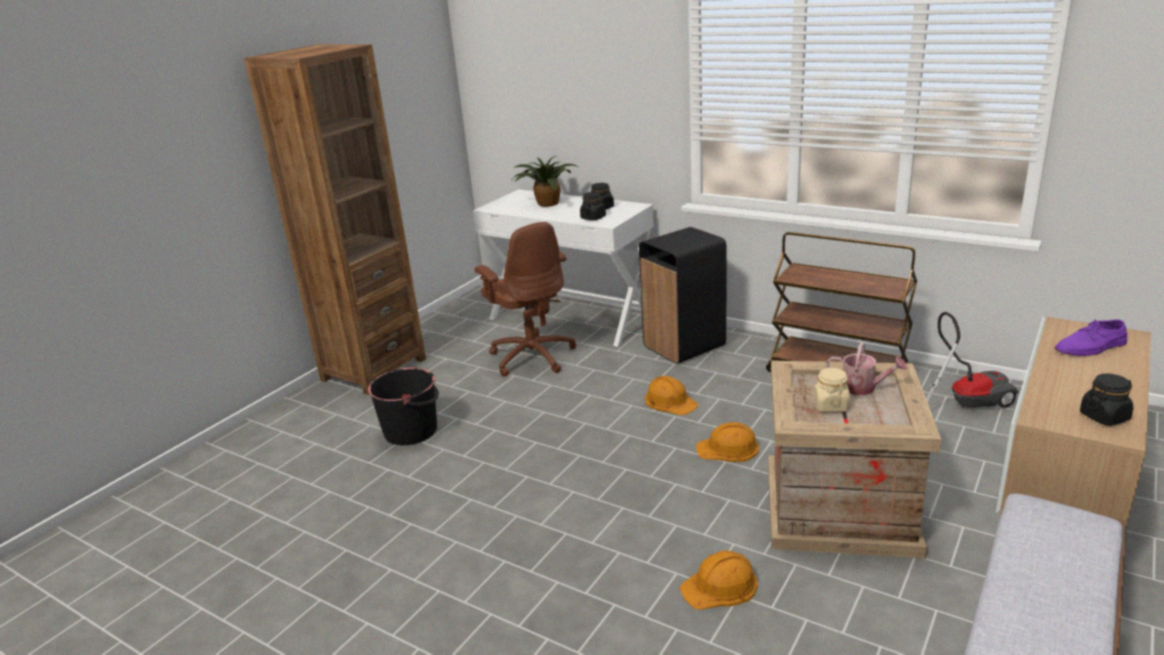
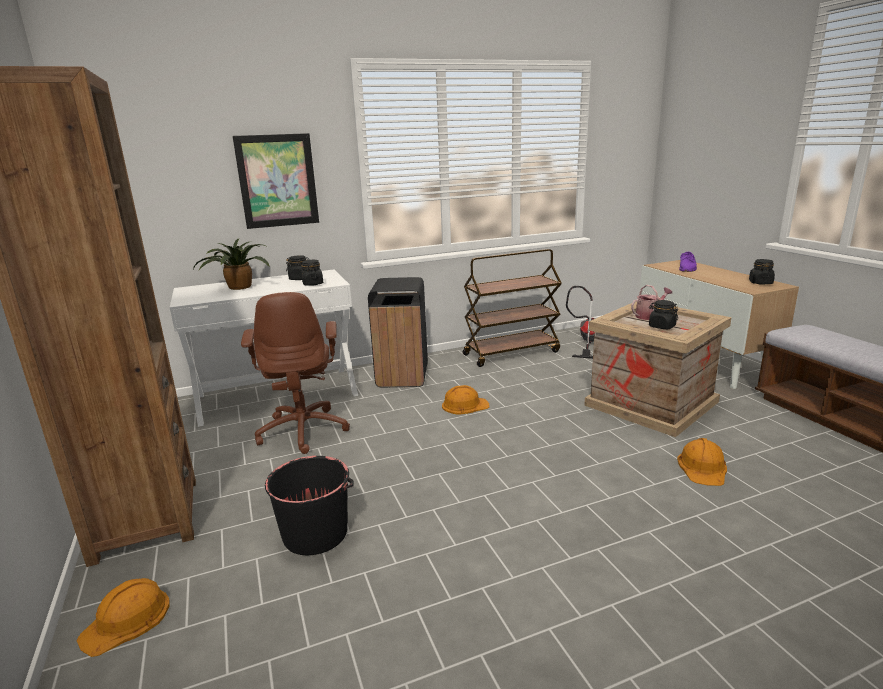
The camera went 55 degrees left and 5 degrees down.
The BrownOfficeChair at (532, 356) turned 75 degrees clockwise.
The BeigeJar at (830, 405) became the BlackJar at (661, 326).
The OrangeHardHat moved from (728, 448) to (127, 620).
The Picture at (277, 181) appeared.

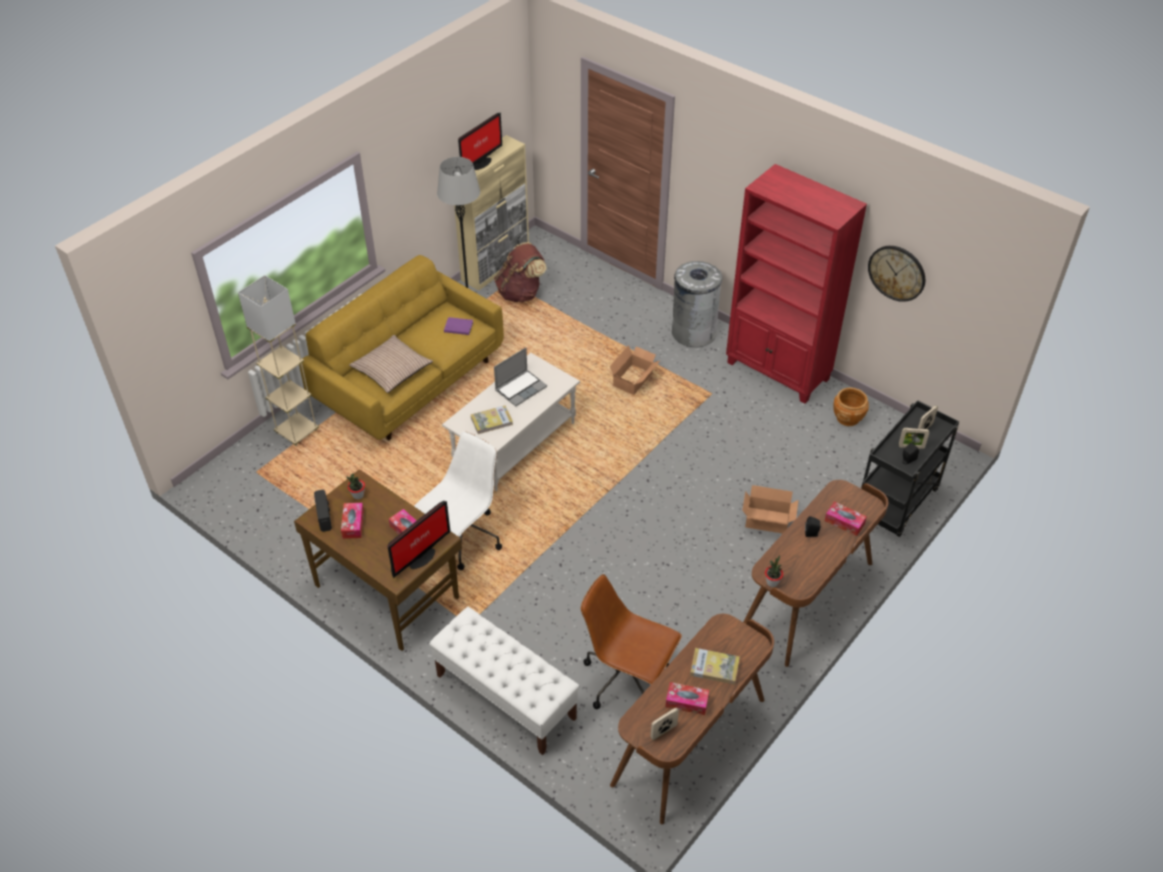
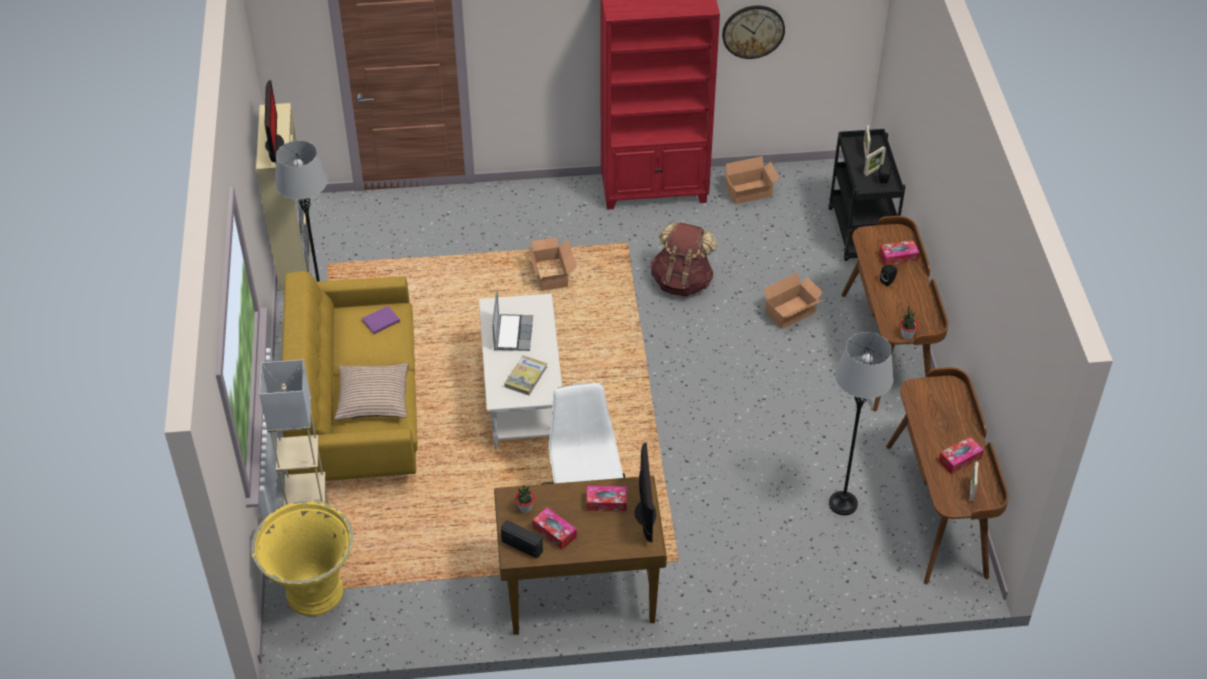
The camera went 45 degrees left and 0 degrees up.
The BrownBackpack moved from (521, 293) to (682, 282).
The GreyTrashCan at (693, 332) disappeared.
The BrownPlanter at (848, 418) was replaced by the CardboardBox at (750, 192).
The BrownOfficeChair at (627, 680) was replaced by the GreyFloorLamp at (843, 504).
The WhiteBench at (505, 696) disappeared.
The Book at (714, 667) disappeared.
The YellowPlanter at (313, 593) appeared.

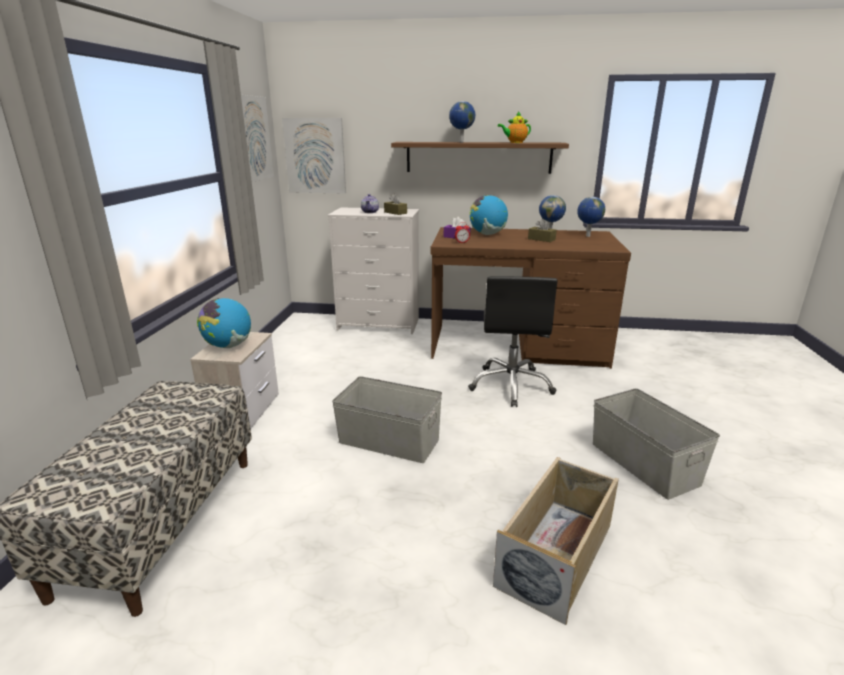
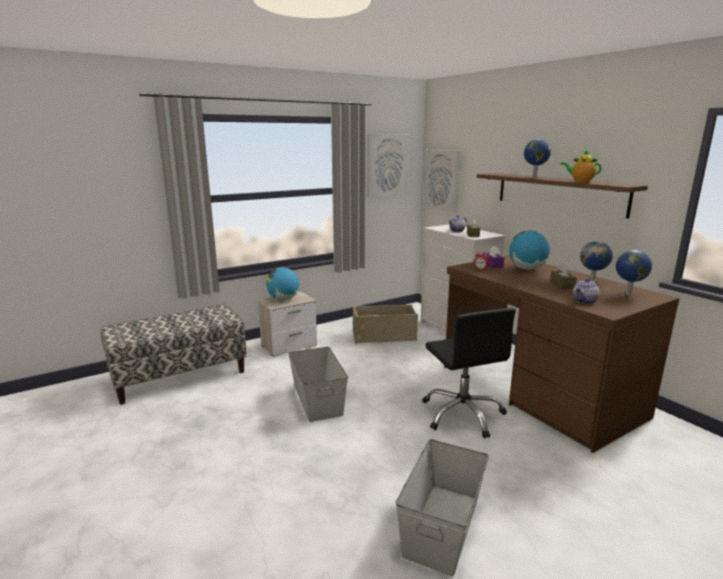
The camera went 50 degrees right and 5 degrees down.
The BlackOfficeChair at (511, 385) turned 75 degrees counterclockwise.
The BeigeStorageBox moved from (556, 554) to (384, 336).
The Teapot at (584, 301) appeared.

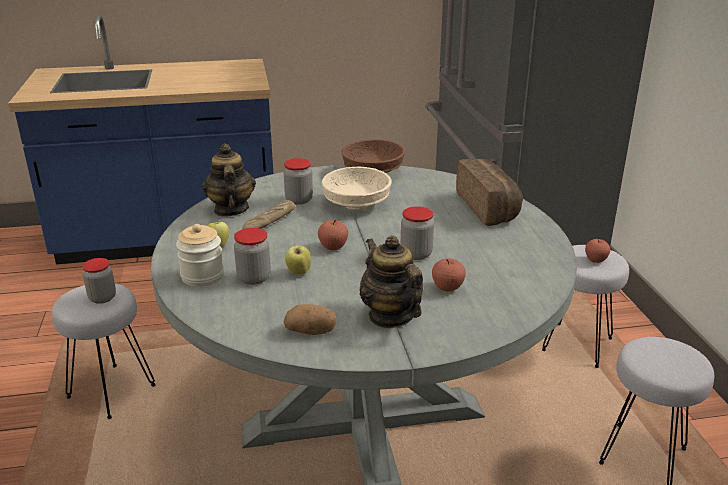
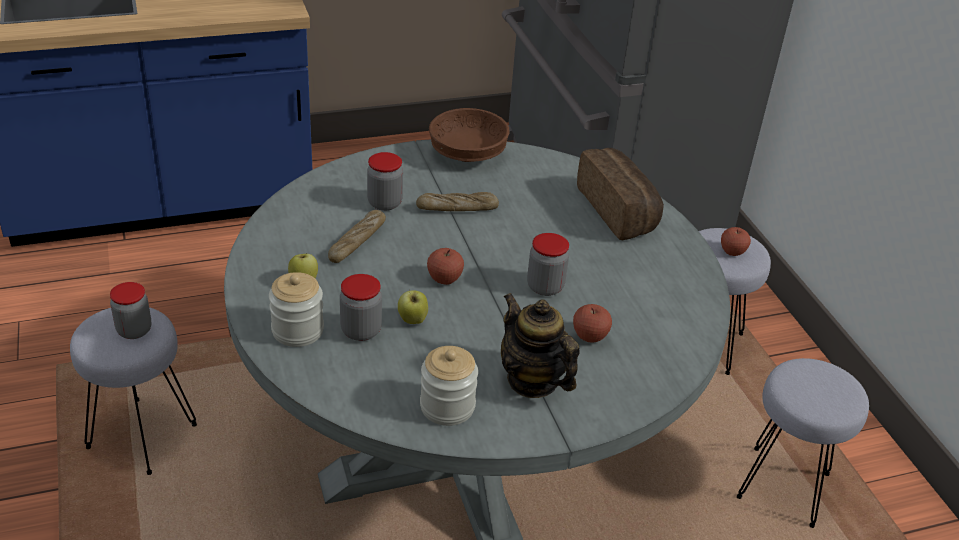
The camera went 10 degrees left and 10 degrees up.
The Teapot at (230, 209) disappeared.
The BeigeBowl at (356, 204) was replaced by the Bread at (457, 208).
The Potato at (311, 331) was replaced by the Jar at (447, 406).

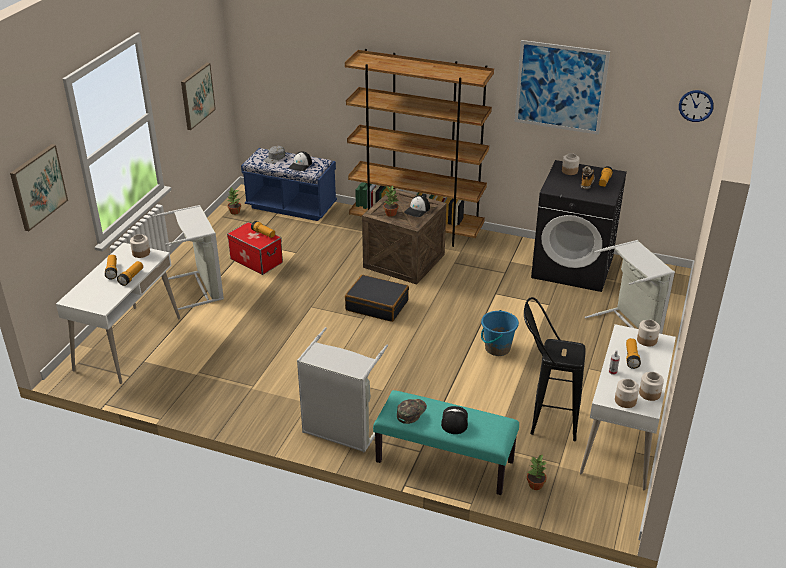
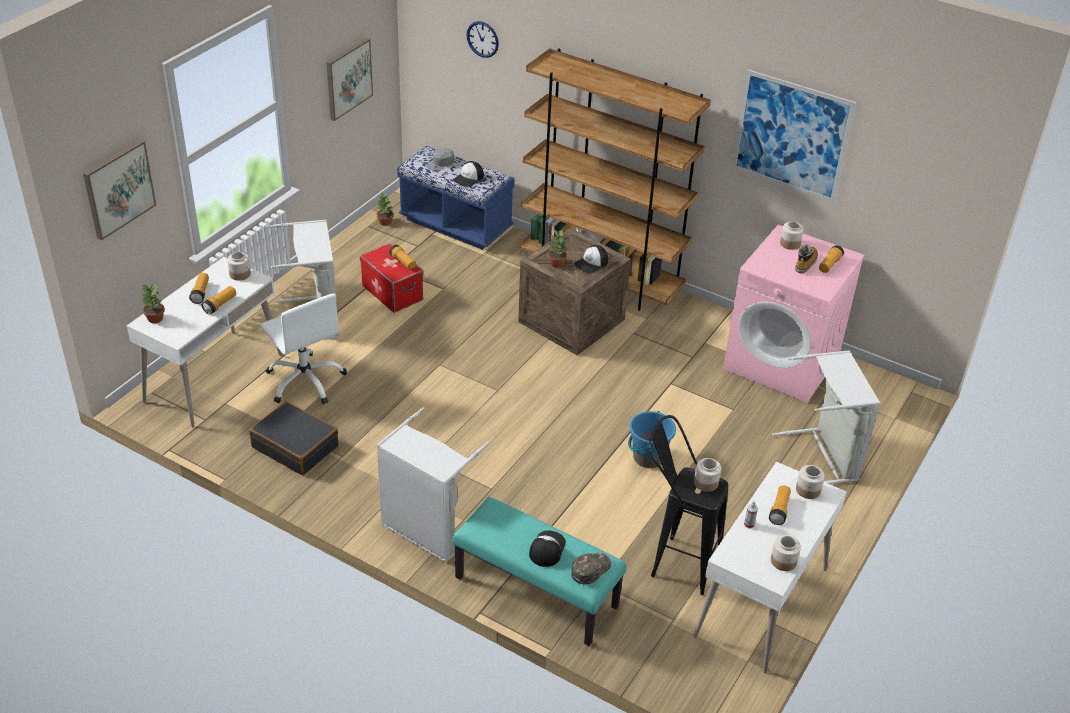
The camera went 10 degrees right and 5 degrees up.
The WallClock moved from (696, 106) to (482, 39).
The BlackWashingMachine at (573, 267) became the PinkWashingMachine at (782, 363).
The BlackSuitcase moved from (377, 305) to (295, 446).
The Jar moved from (625, 401) to (706, 483).
The GreenCap moved from (411, 412) to (590, 569).
The PottedPlant moved from (535, 485) to (154, 318).
The WhiteOfficeChair at (305, 380) appeared.

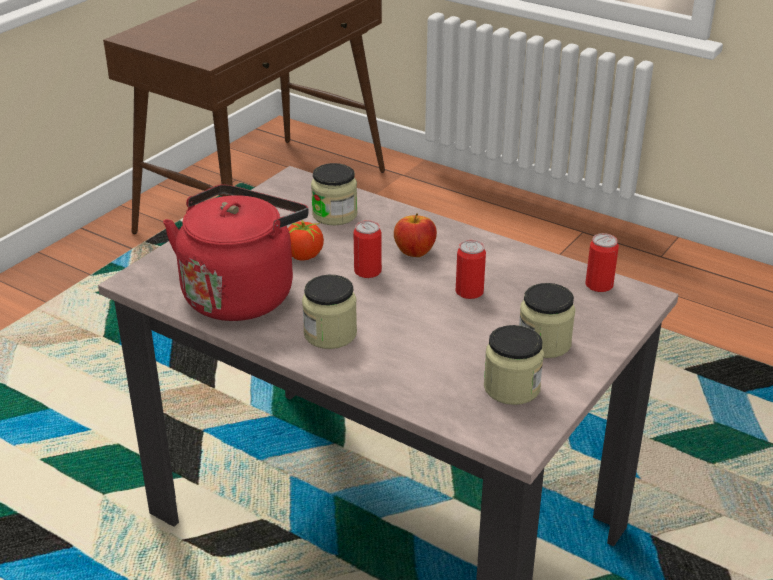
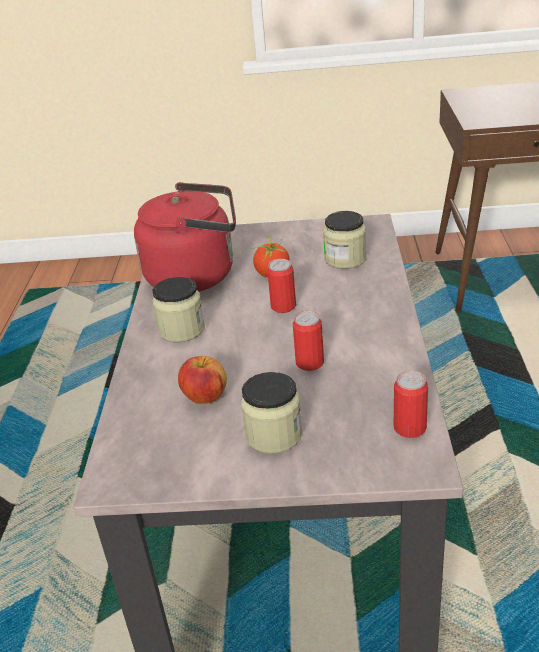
The camera went 60 degrees right and 0 degrees up.
The Apple moved from (414, 252) to (205, 397).
The Jar at (511, 388) disappeared.

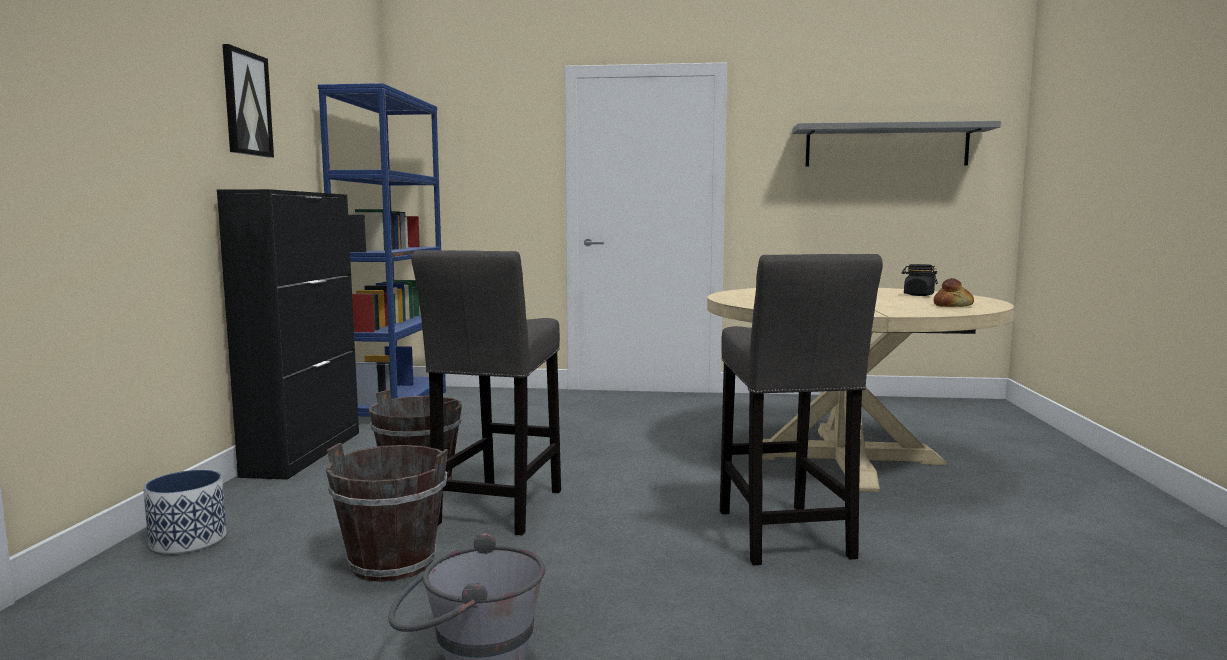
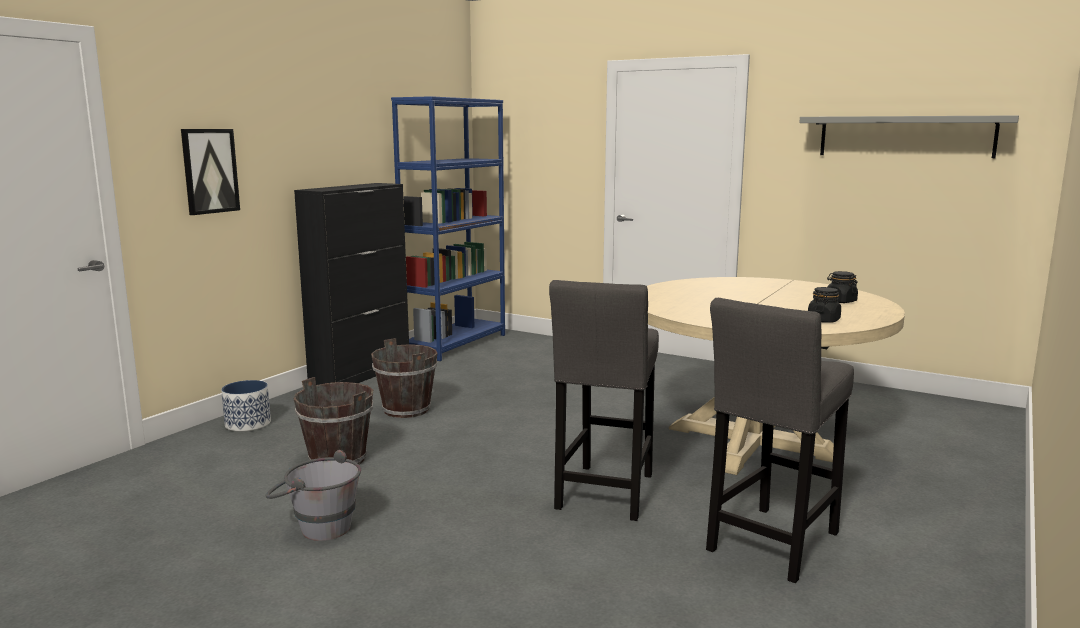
The camera went 25 degrees right and 5 degrees up.
The Picture moved from (246, 103) to (210, 171).
The GreyStool moved from (497, 510) to (771, 545).
The Bread at (953, 306) was replaced by the BlackJar at (823, 320).

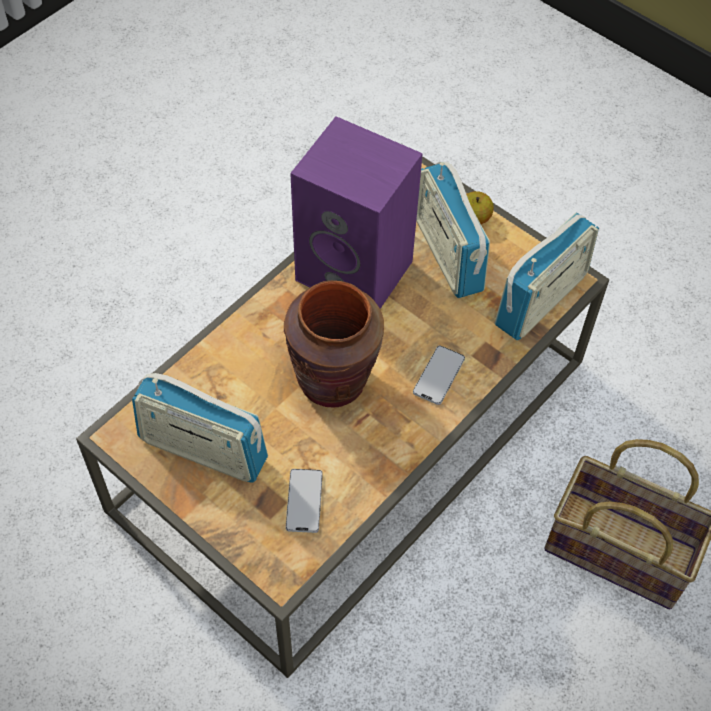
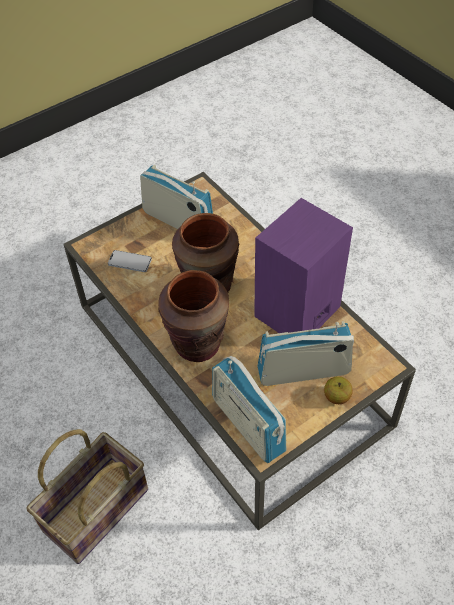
The camera went 105 degrees right and 5 degrees down.
The Phone at (438, 376) was replaced by the BrownVase at (197, 344).
The Radio at (203, 450) turned 90 degrees clockwise.

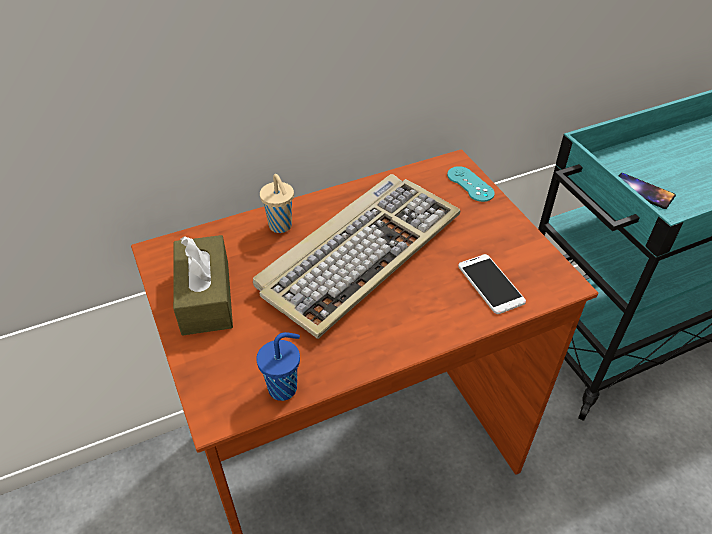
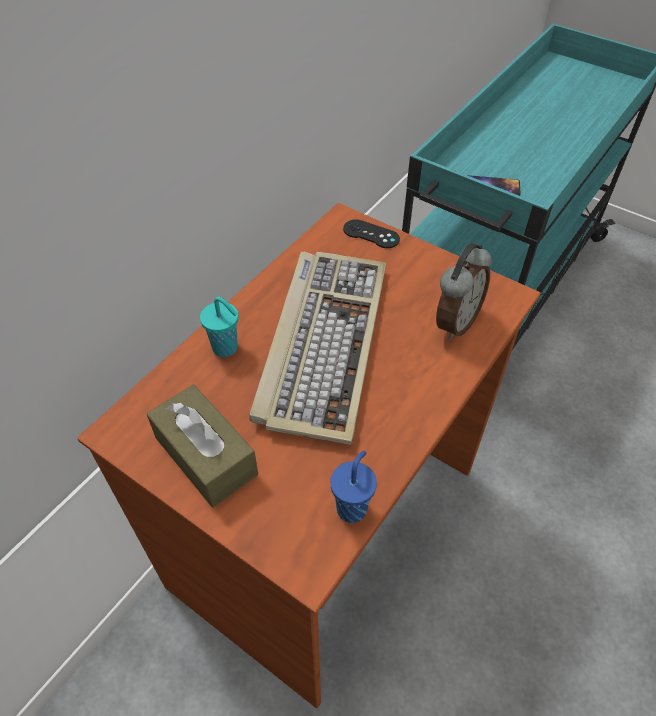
The camera went 30 degrees left and 5 degrees up.
The TurquoiseGameController at (470, 184) became the BlackGameController at (371, 234).
The BeigeCup at (281, 227) became the TurquoiseCup at (226, 348).
The Phone at (490, 284) was replaced by the AlarmClock at (455, 322).

